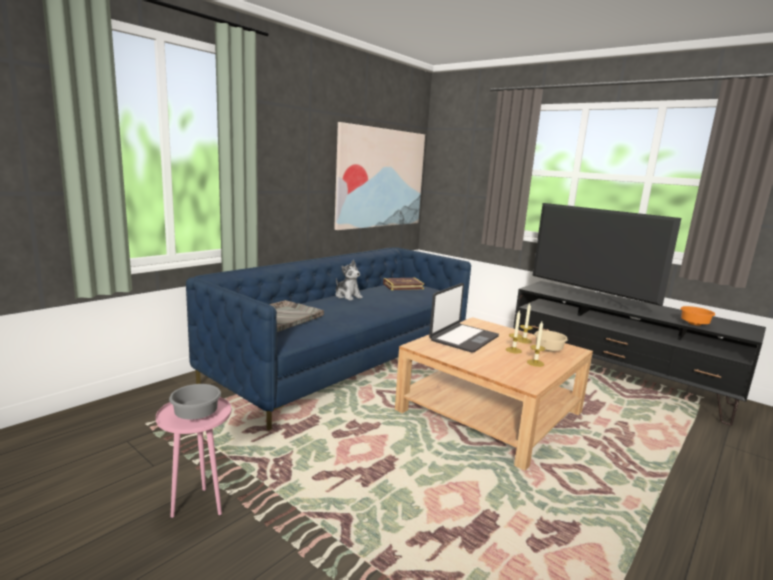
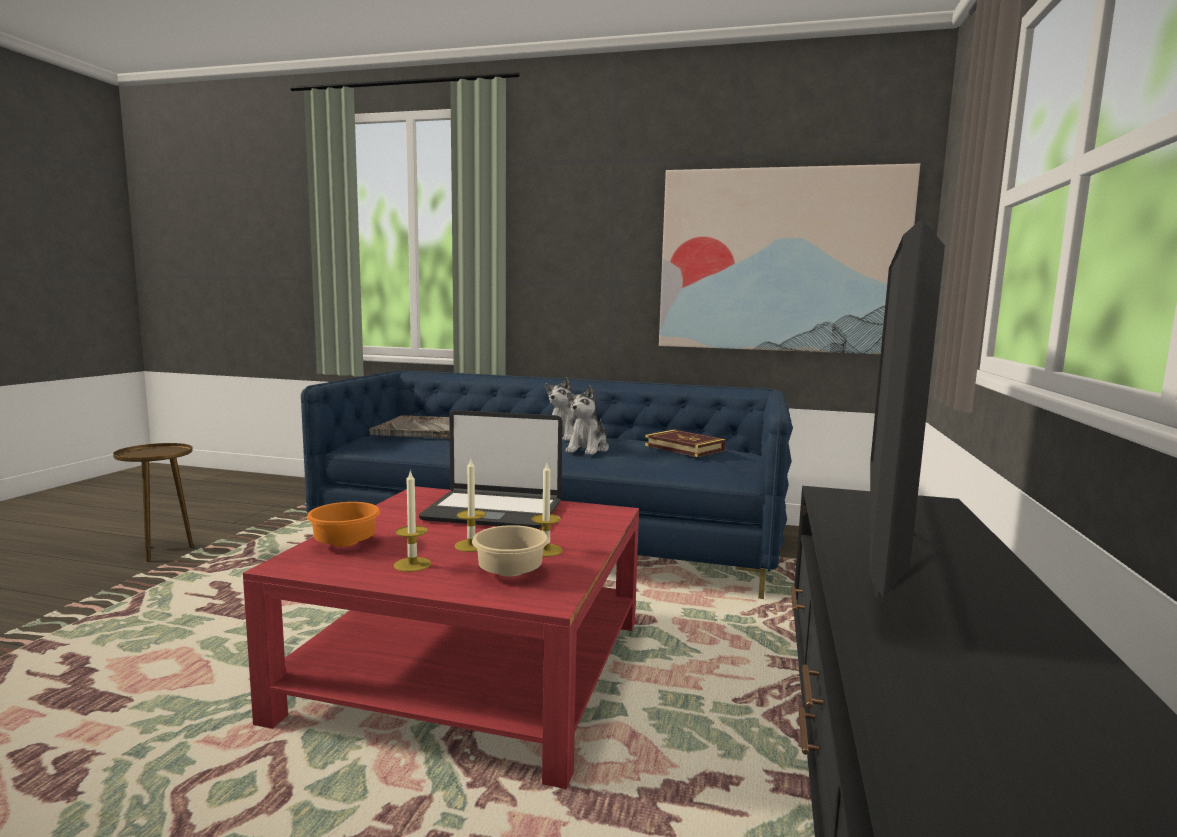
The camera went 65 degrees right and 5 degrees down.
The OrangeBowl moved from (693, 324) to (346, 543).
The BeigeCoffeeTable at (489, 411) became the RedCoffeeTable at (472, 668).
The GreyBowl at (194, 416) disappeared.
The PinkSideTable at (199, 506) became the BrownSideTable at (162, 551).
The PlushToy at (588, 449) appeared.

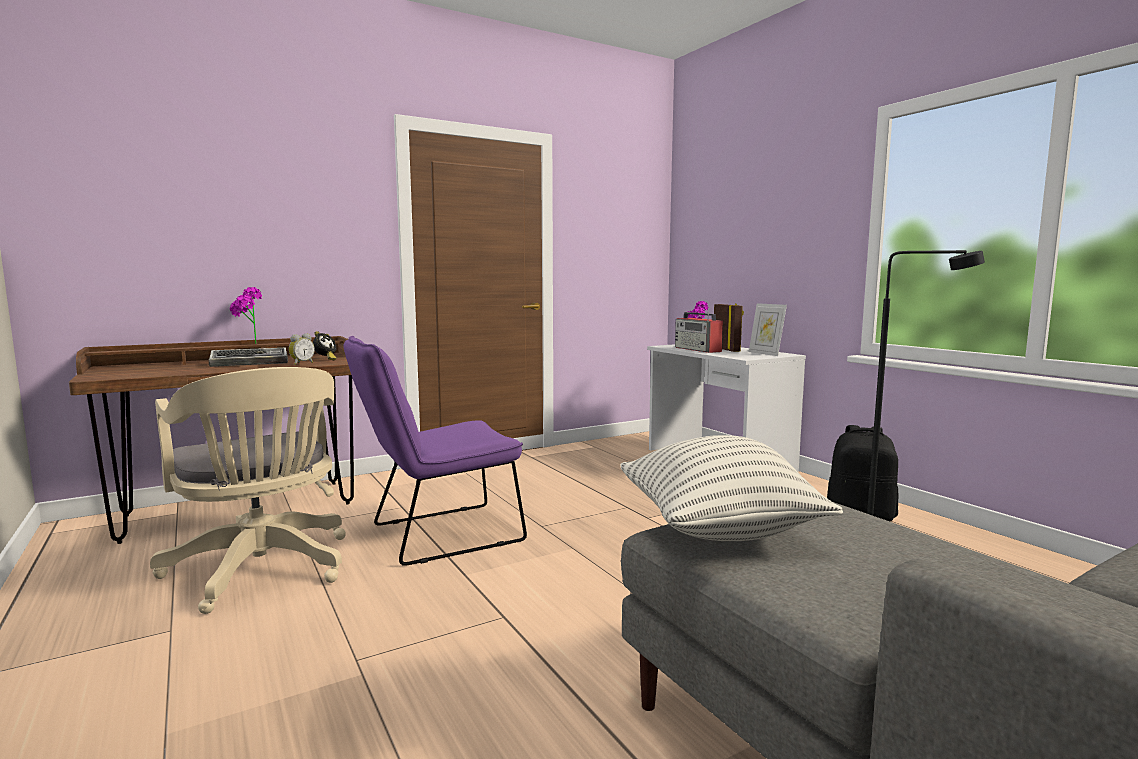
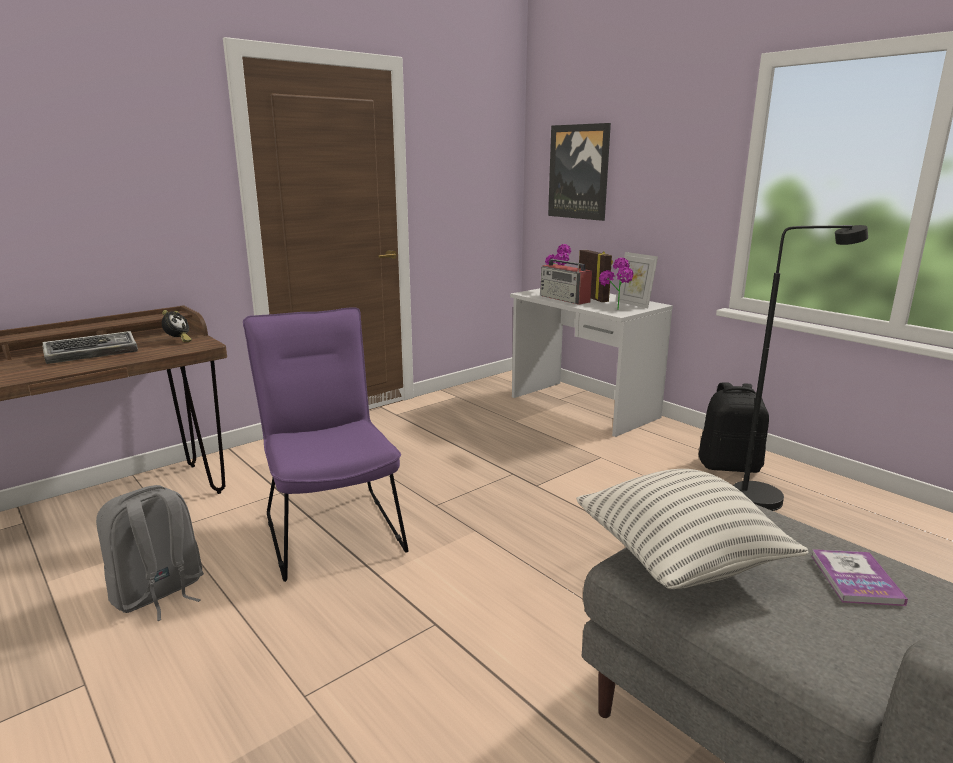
The camera went 10 degrees left and 10 degrees up.
The PottedPlant moved from (248, 344) to (615, 311).
The AlarmClock at (301, 363) disappeared.
The PurpleChair at (436, 535) turned 105 degrees clockwise.
The BeigeOfficeChair at (263, 571) was replaced by the GreyBackpack at (158, 593).
The Picture at (579, 172) appeared.
The Book at (855, 579) appeared.

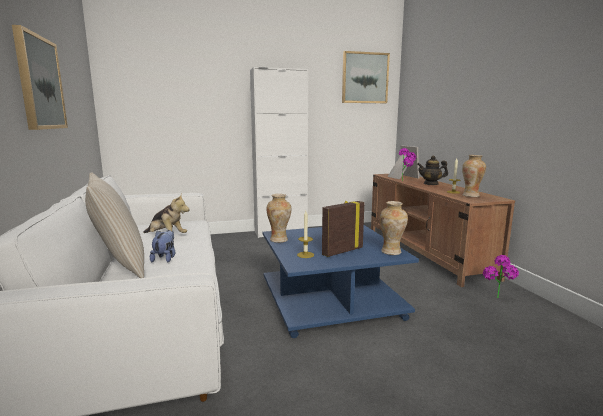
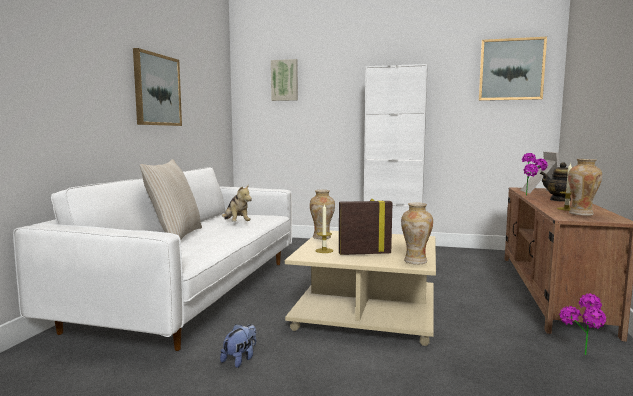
The camera went 30 degrees right and 5 degrees down.
The BlueCoffeeTable at (329, 300) became the BeigeCoffeeTable at (365, 311).
The PlushToy moved from (165, 258) to (240, 359).
The Picture at (284, 80) appeared.

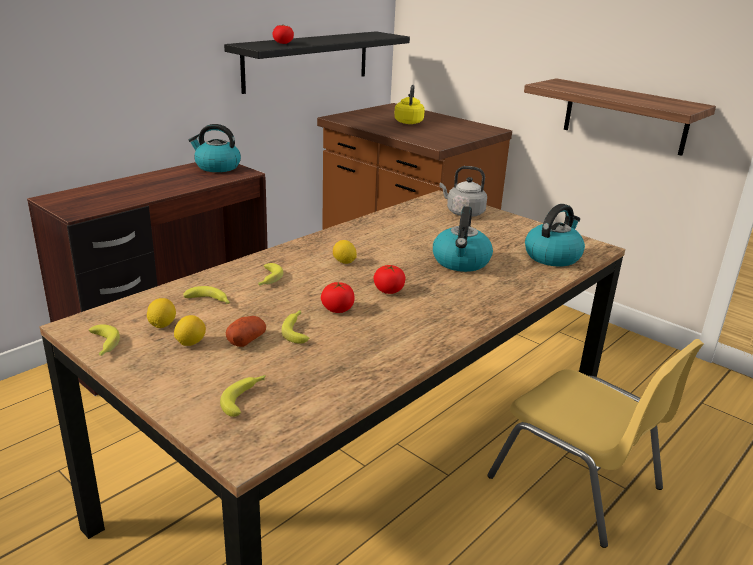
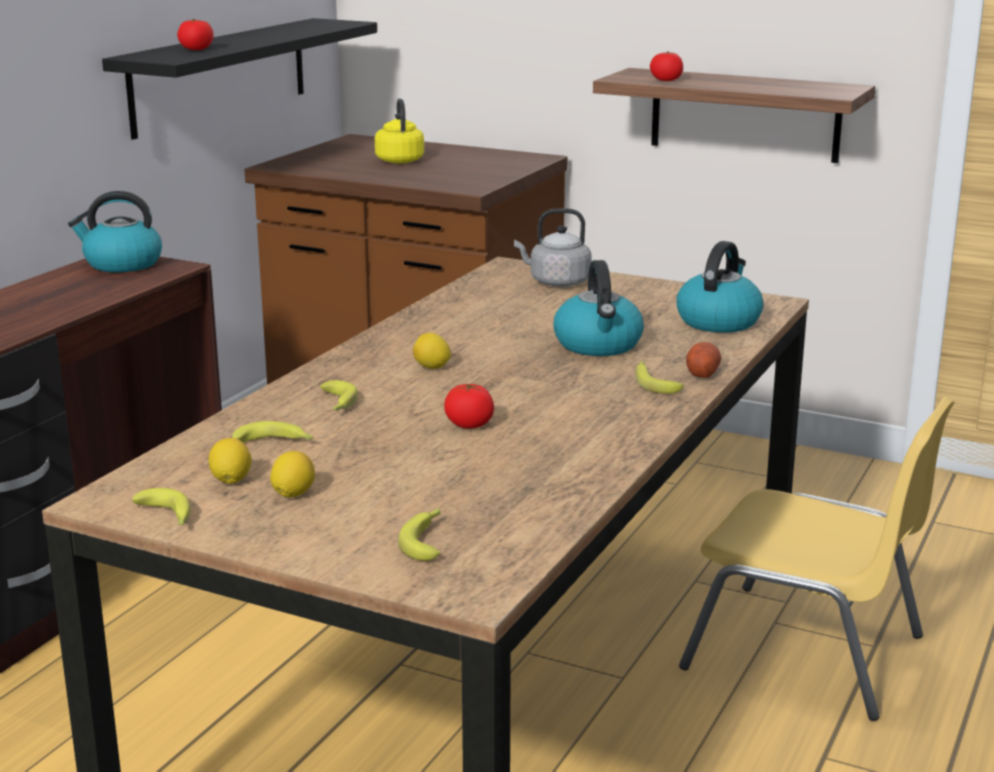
The camera went 15 degrees left and 5 degrees down.
The Tomato moved from (388, 290) to (666, 80).
The Banana moved from (297, 330) to (654, 382).
The Potato moved from (246, 340) to (702, 373).

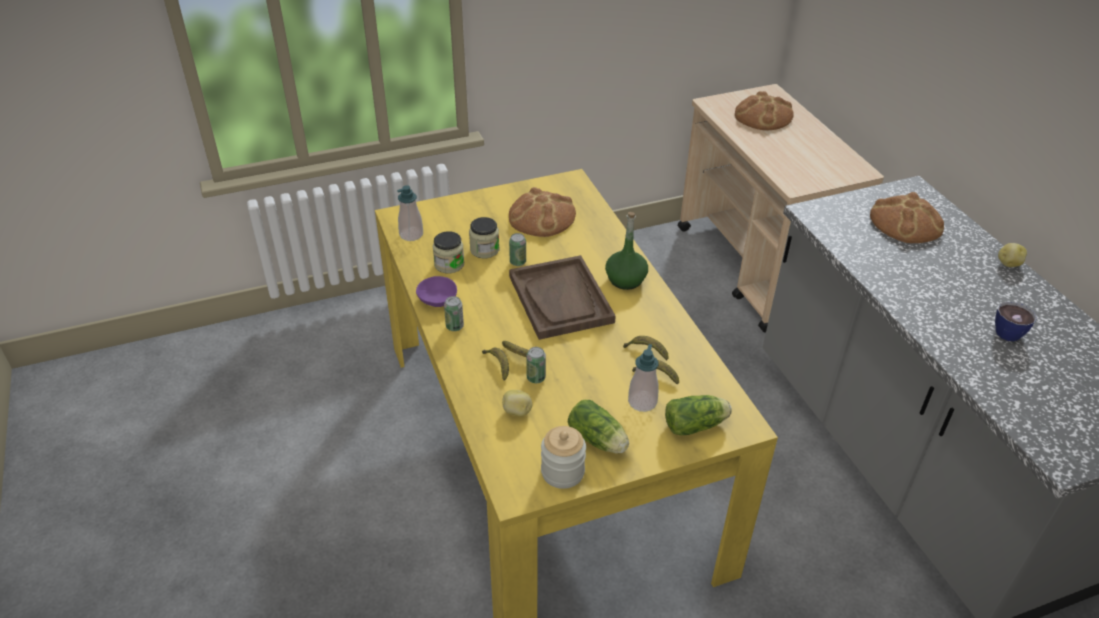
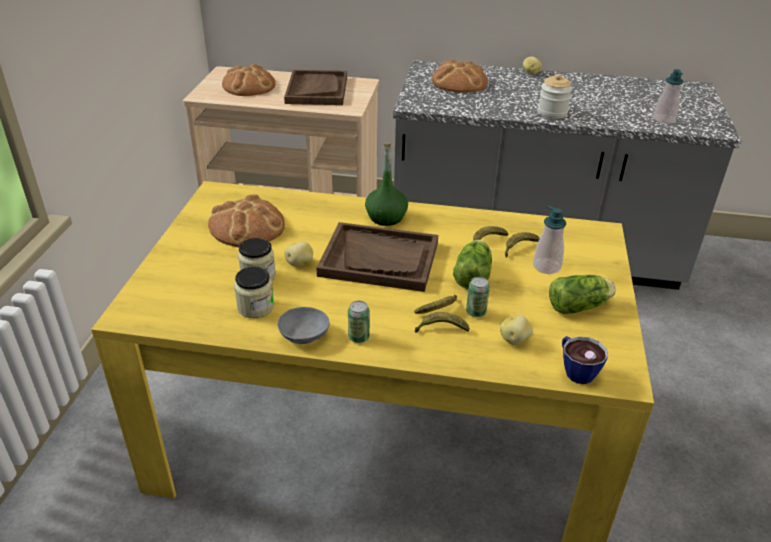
The camera went 60 degrees left and 5 degrees down.
The SoapDispenser moved from (411, 234) to (664, 119).
The Can at (518, 262) was replaced by the Potato at (300, 263).
The PurpleBowl at (439, 299) became the GreyBowl at (305, 333).
The Cup moved from (1009, 330) to (575, 370).
The Lettuce moved from (697, 425) to (473, 275).
The Jar moved from (562, 472) to (552, 113).
The BrownTray at (317, 90) appeared.

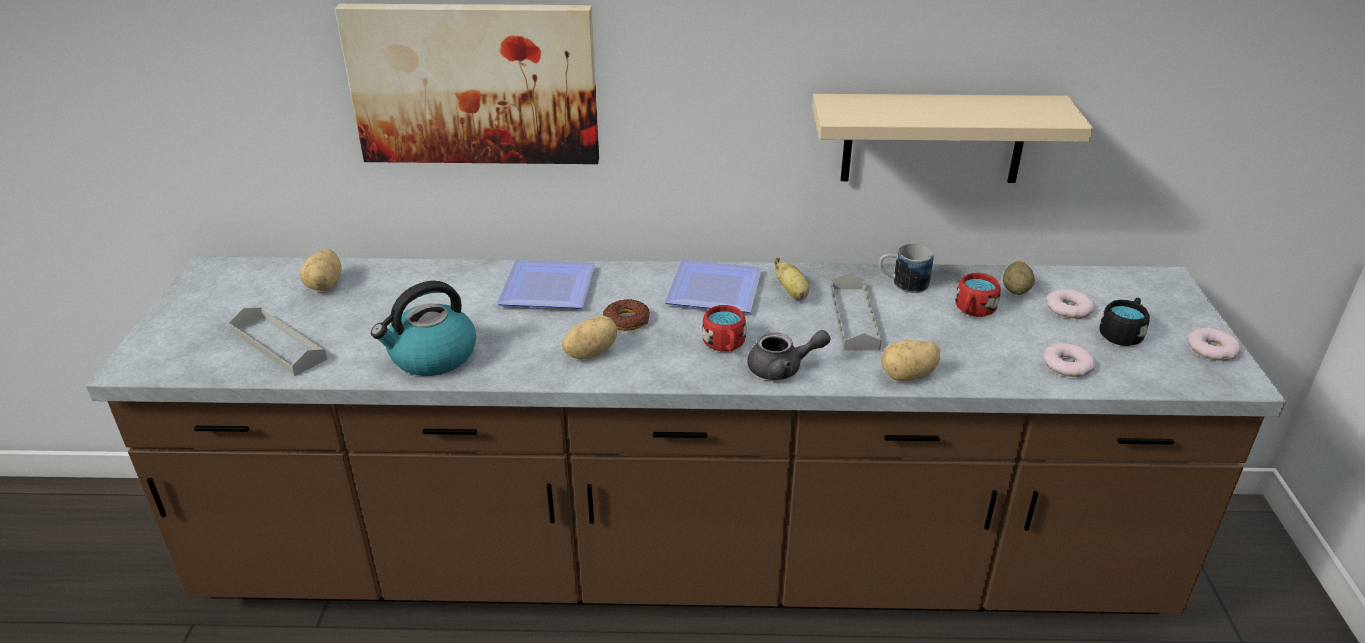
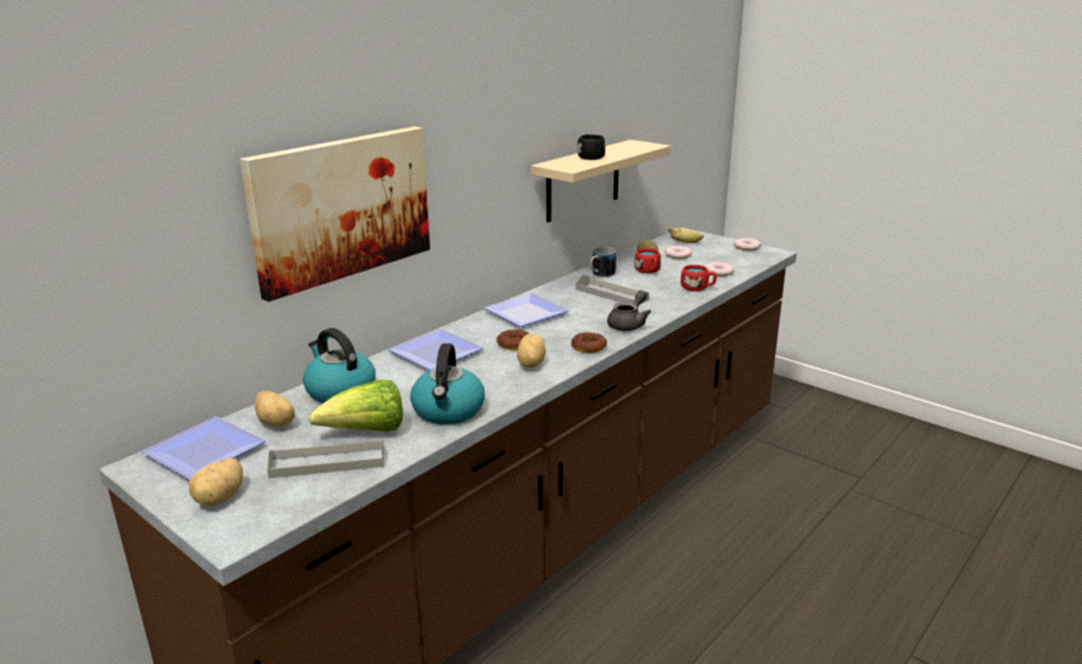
The camera went 50 degrees left and 10 degrees down.
The Banana moved from (792, 293) to (686, 243).
The BlackMug moved from (1122, 333) to (590, 156).
The RedMug moved from (725, 345) to (698, 288).
The Potato moved from (908, 376) to (221, 498).
The Kettle at (340, 391) appeared.
The Donut at (588, 347) appeared.
The Lettuce at (366, 432) appeared.
The Plate at (200, 452) appeared.

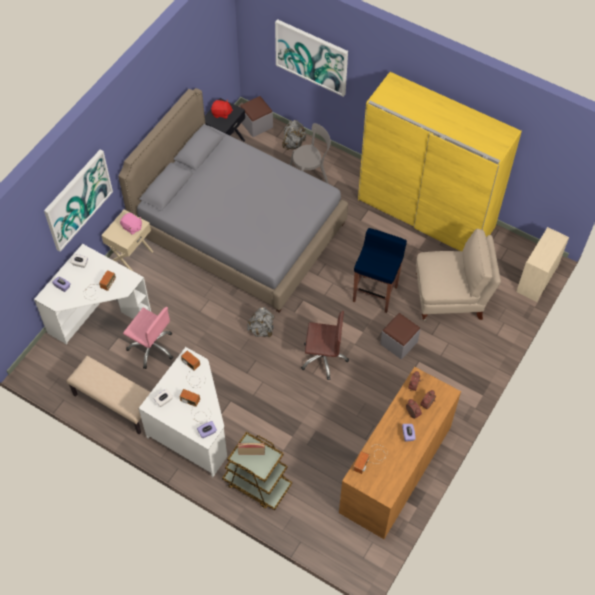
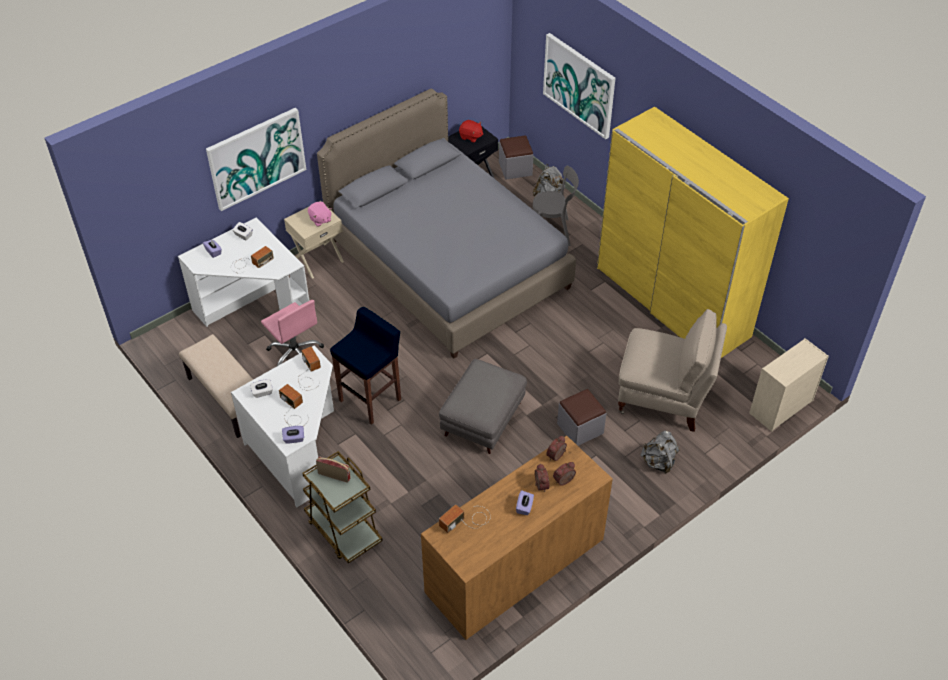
The camera went 20 degrees right and 10 degrees down.
The BlueStool moved from (375, 293) to (371, 399).
The GreyBackpack moved from (261, 329) to (658, 462).
The BrownOfficeChair at (323, 358) was replaced by the GreyOttoman at (483, 419).

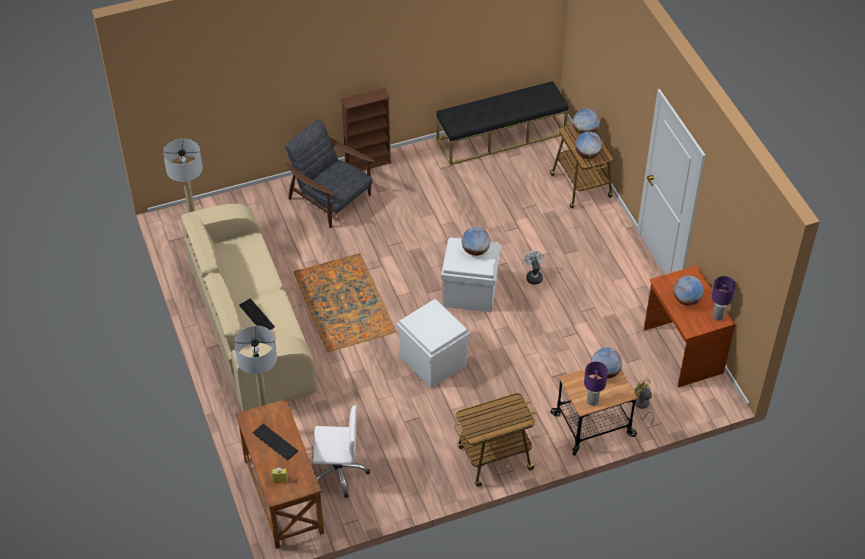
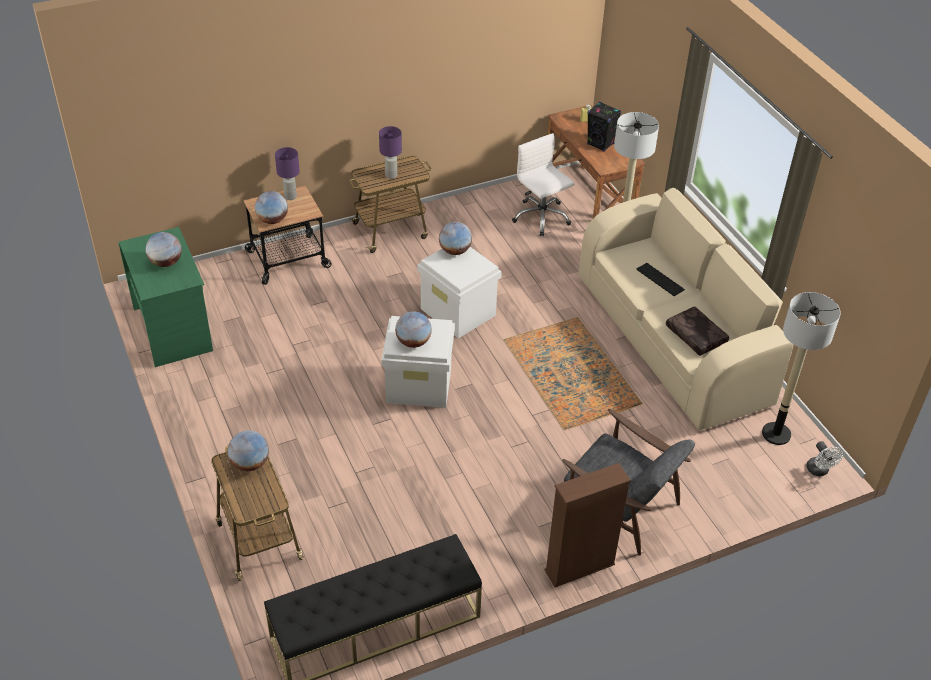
The camera went 175 degrees right and 5 degrees down.
The Globe moved from (585, 131) to (455, 251).
The WhiteFan moved from (533, 276) to (819, 471).
The BrownDesk at (682, 351) became the GreenDesk at (174, 329).
The PurpleTableLamp moved from (718, 316) to (390, 175).
The YellowFan at (641, 406) disappeared.
The WhiteOfficeChair at (338, 472) turned 60 degrees clockwise.
The Keyboard at (274, 442) was replaced by the BlackSpeaker at (600, 144).
The BrownPillow at (694, 336) appeared.

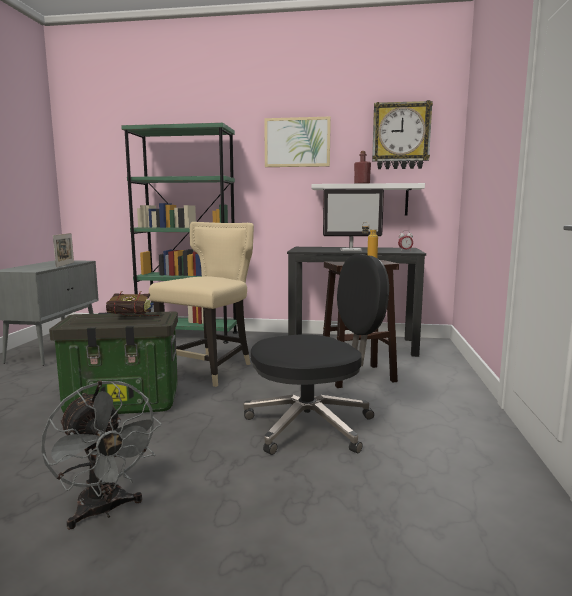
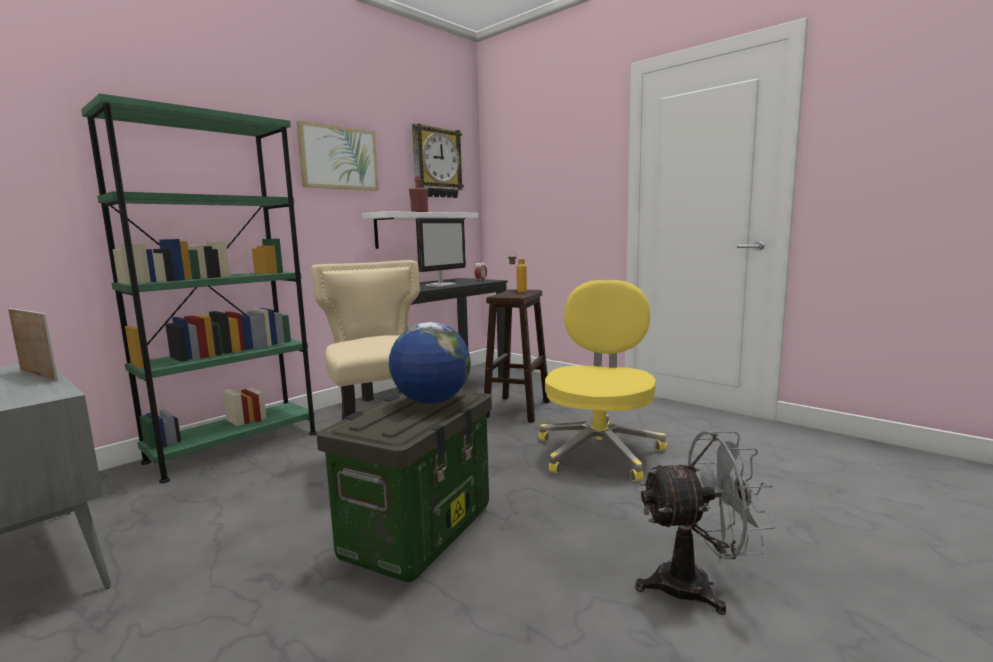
The camera went 55 degrees left and 0 degrees up.
The BlackOfficeChair at (312, 425) became the YellowOfficeChair at (599, 451).
The Book at (134, 317) was replaced by the Globe at (432, 401).

